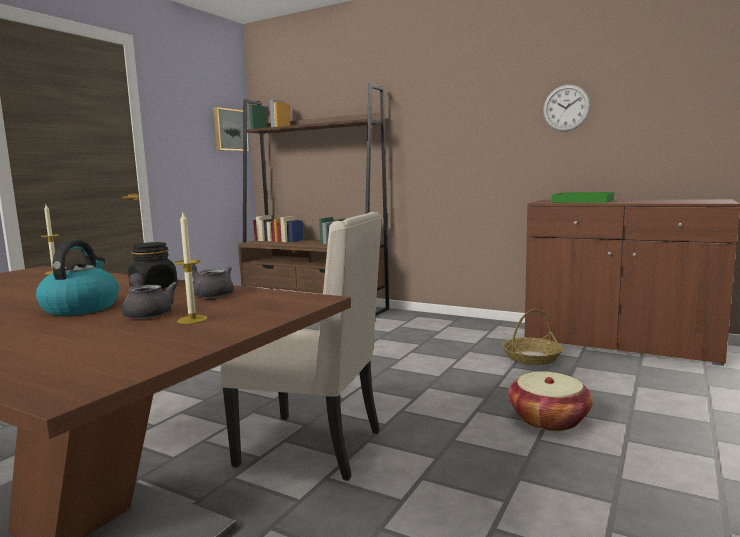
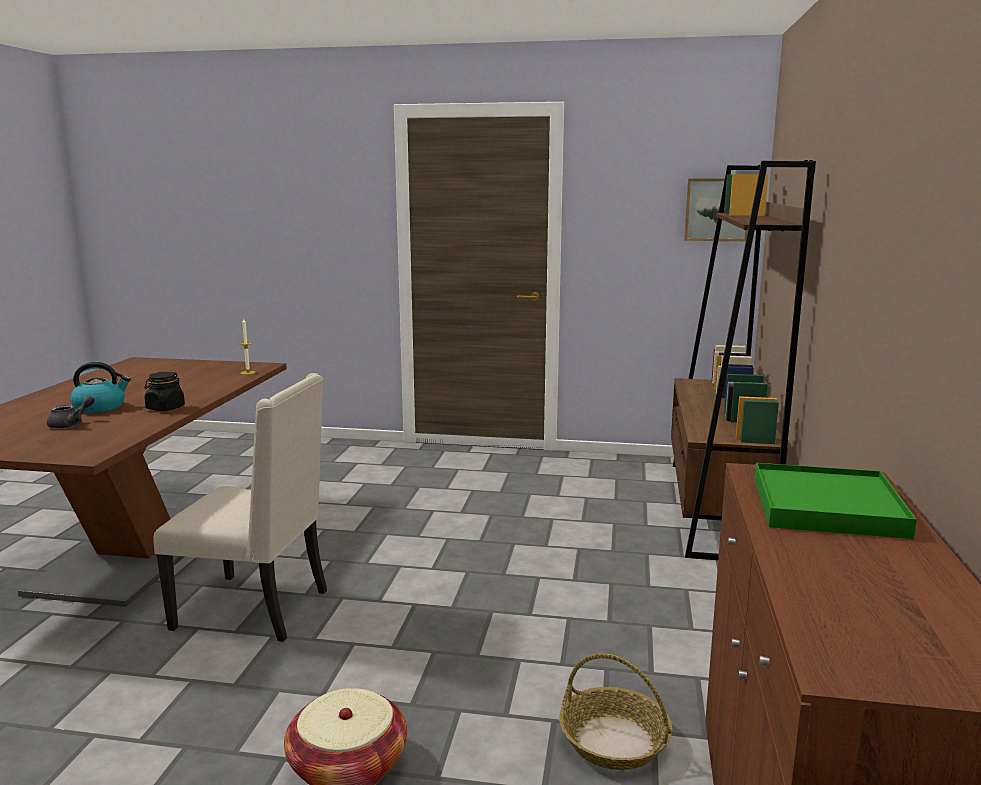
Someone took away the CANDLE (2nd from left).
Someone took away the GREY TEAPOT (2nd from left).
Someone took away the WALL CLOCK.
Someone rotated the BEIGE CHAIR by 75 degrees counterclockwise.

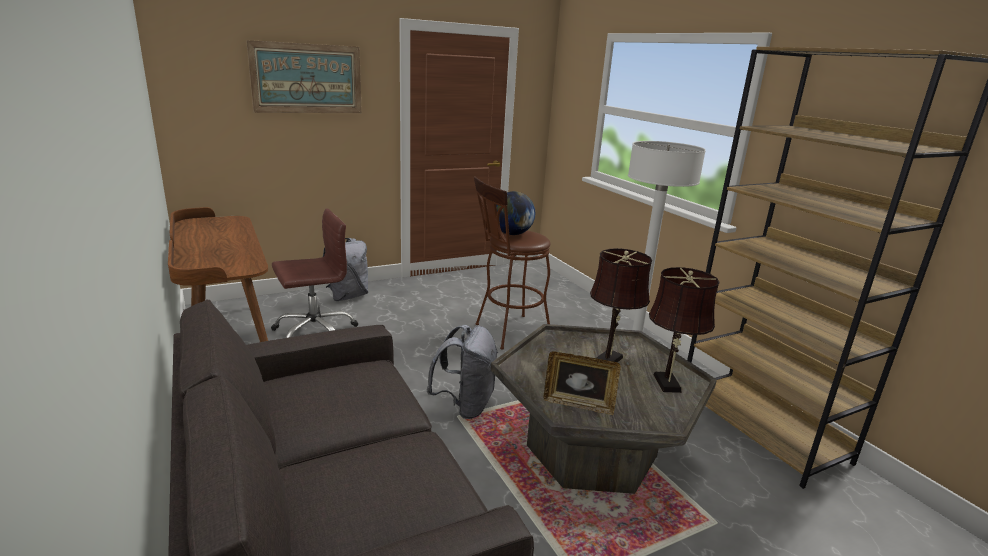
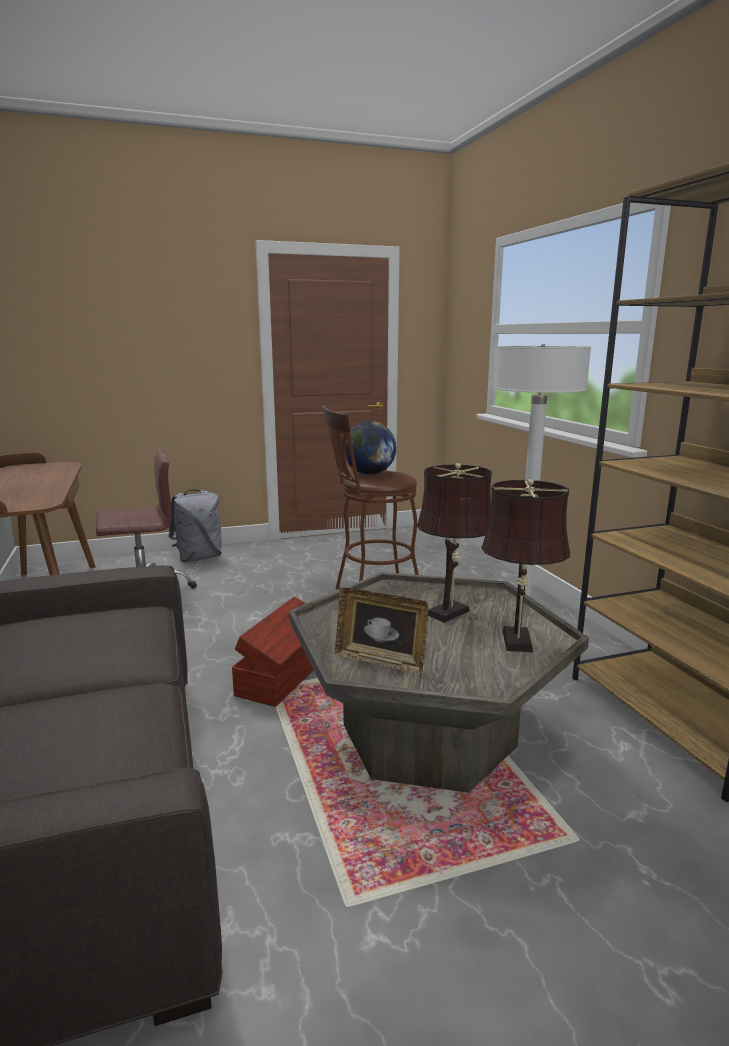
Someone took away the PICTURE.
Someone swapped the GREY BACKPACK (2nd from left) for the BROWN STORAGE BOX.

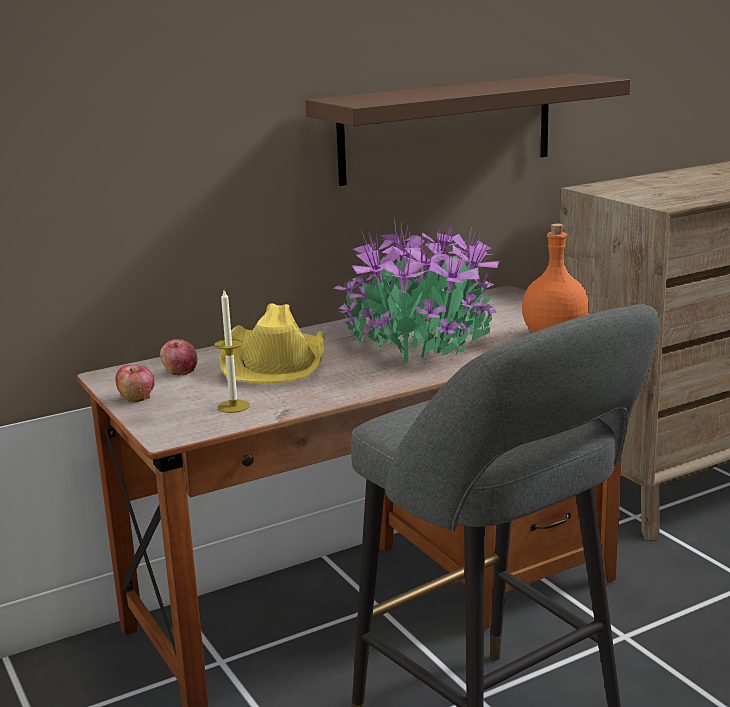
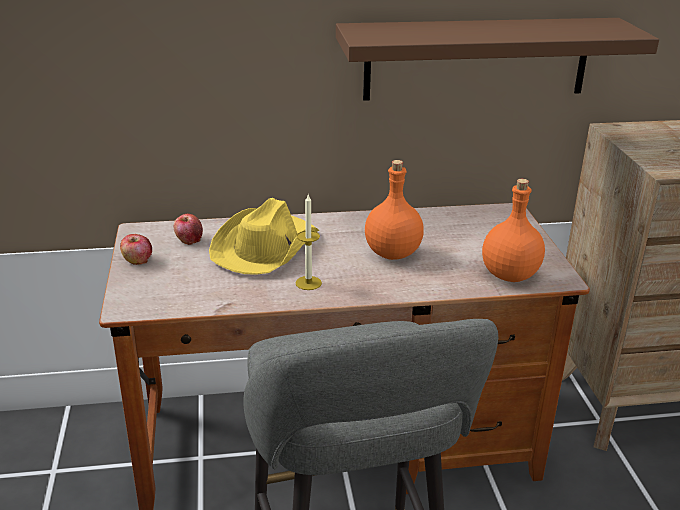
Someone carried the CANDLE.
Someone swapped the POTTED PLANT for the ORANGE BOTTLE (1st from left).

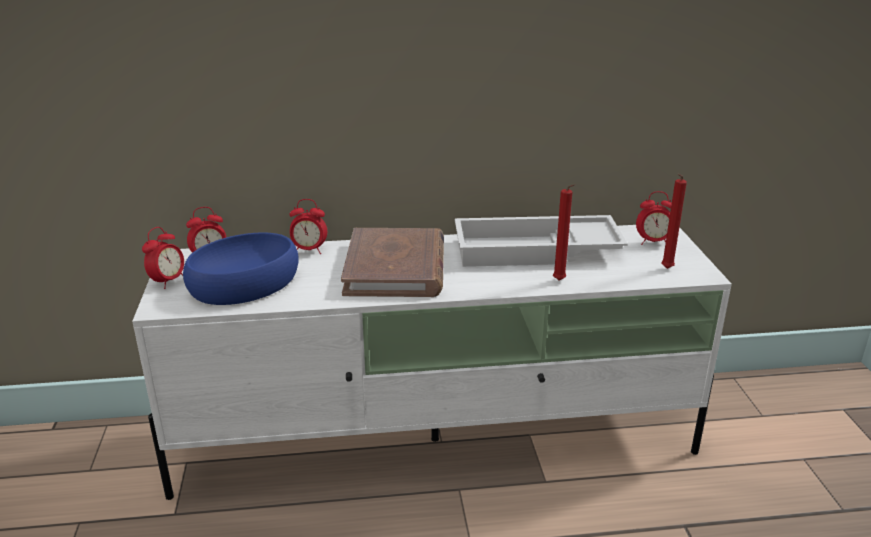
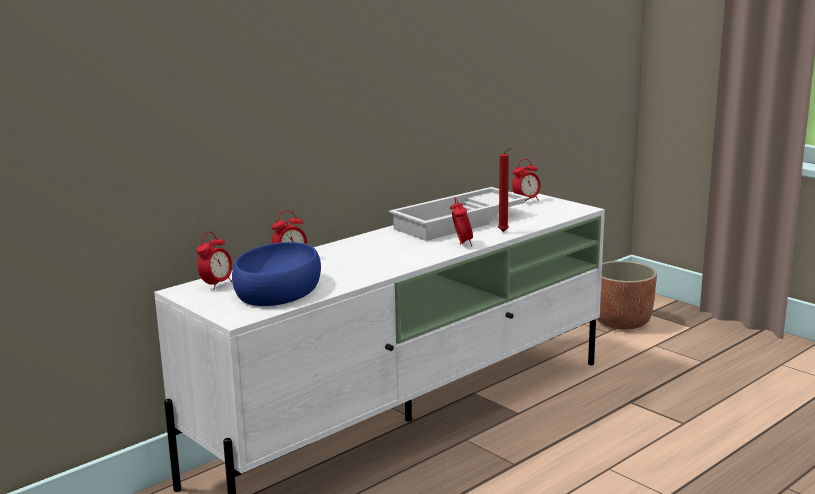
Someone took away the BROWN BOOK.
Someone took away the RED CANDLE (2nd from left).
Someone put down the PLANTER.
Someone carried the ALARM CLOCK (1st from left in the first image).

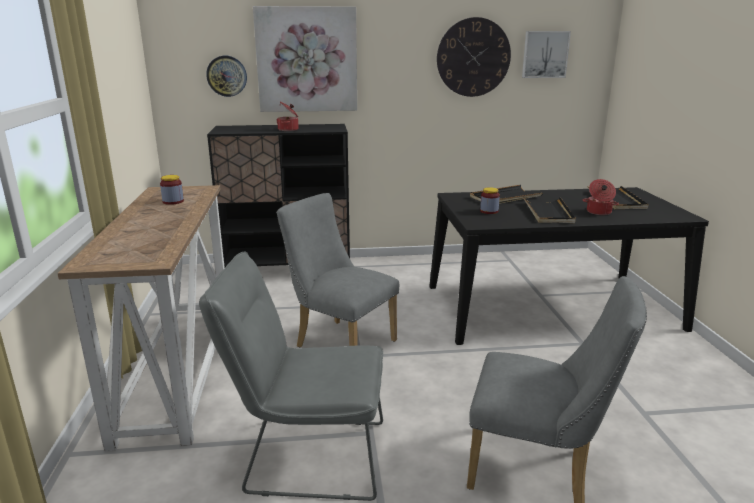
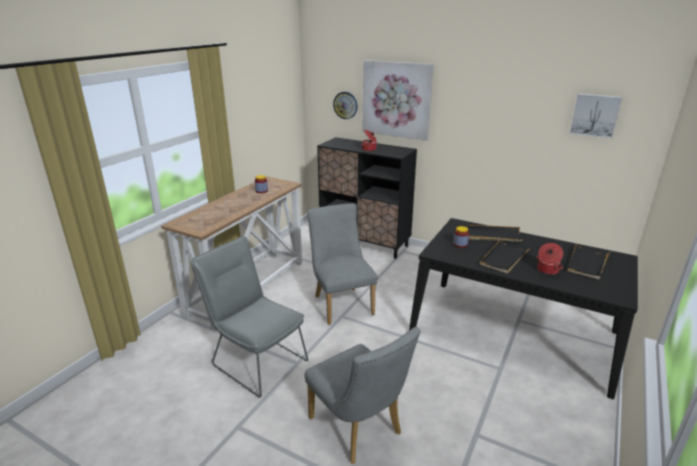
Someone took away the WALL CLOCK (2nd from left).

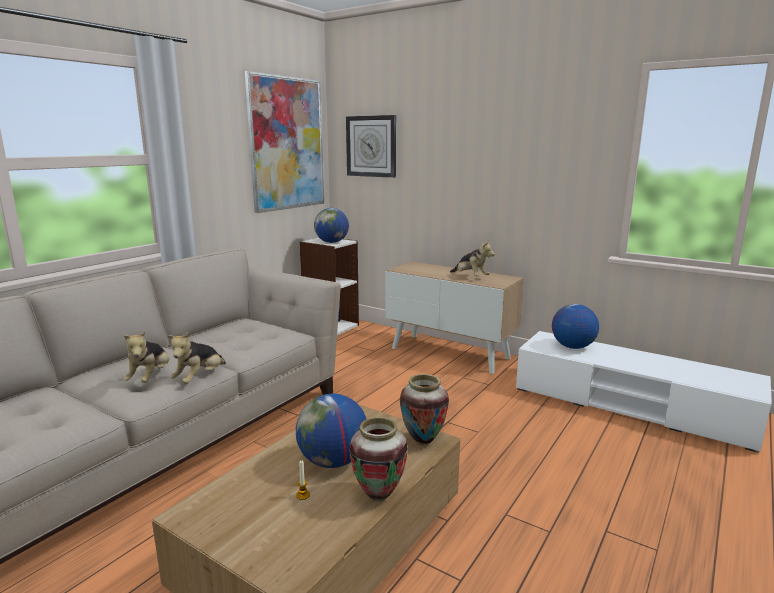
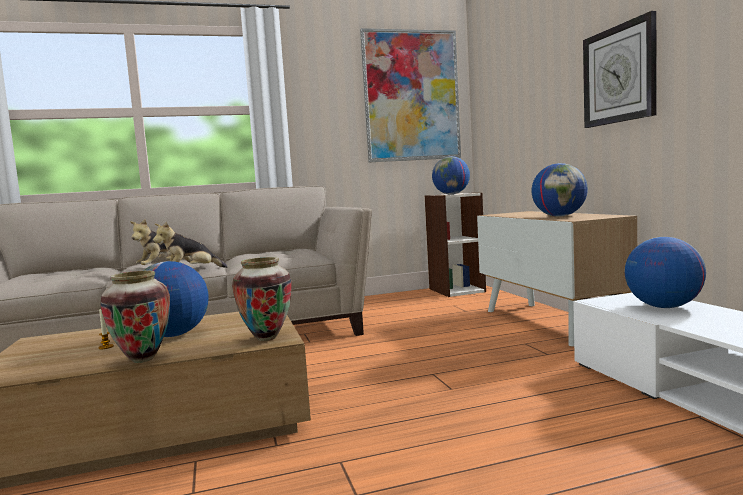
Someone carried the WALL CLOCK.
Someone swapped the PLUSH TOY (3rd from left) for the GLOBE (3rd from left).

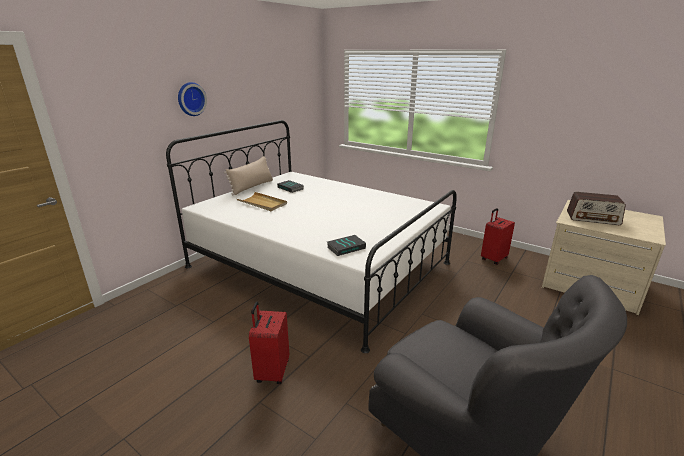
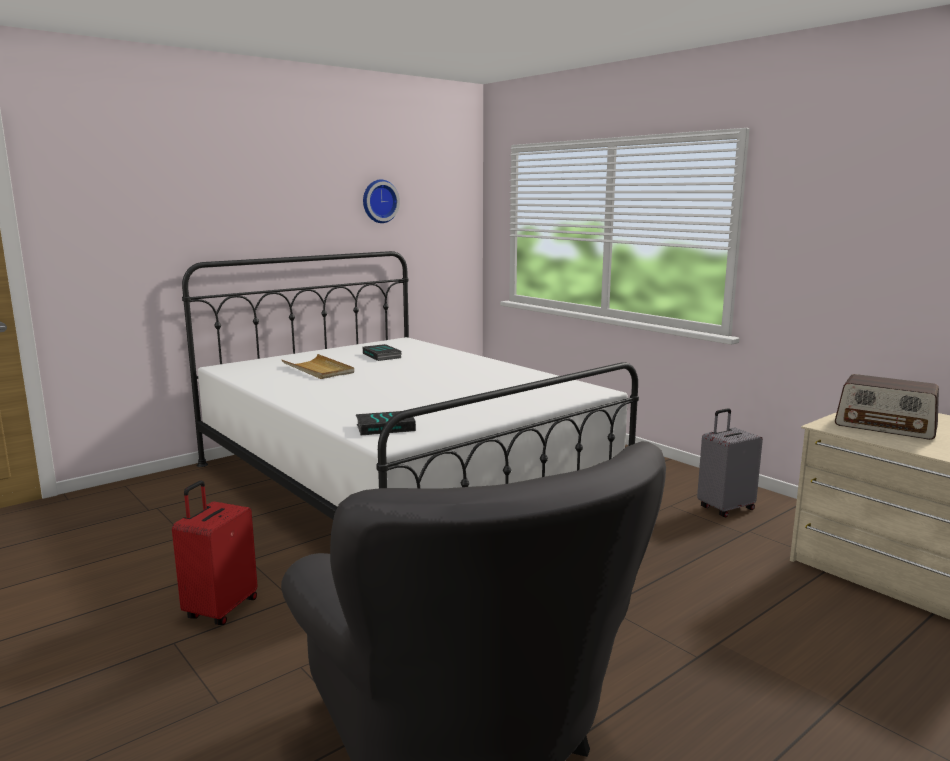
Someone took away the BEIGE PILLOW.
Someone carried the WALL CLOCK.
Someone repainted the RED SUITCASE (2nd from left), which became the GREY SUITCASE.

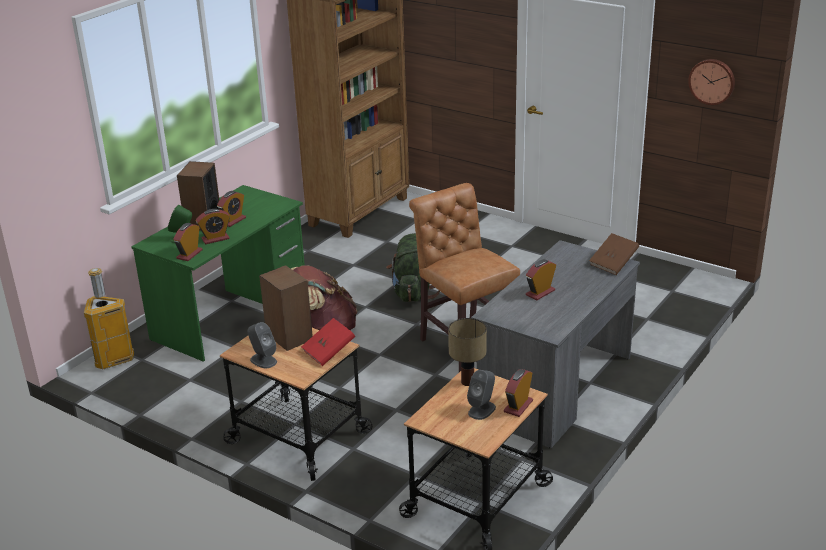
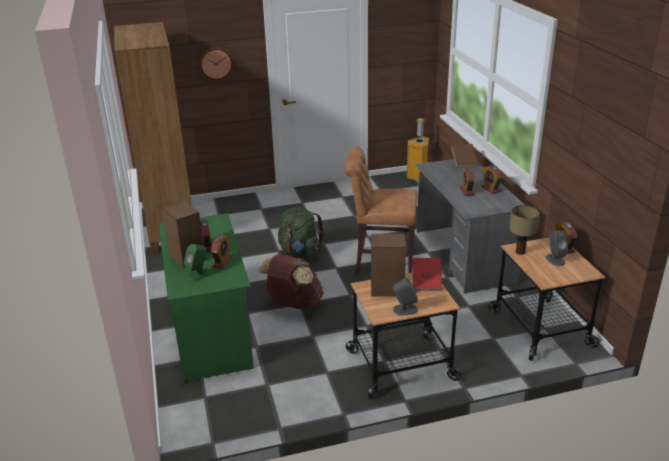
Someone carried the TRASH CAN.
Someone carried the ALARM CLOCK (1st from left in the first image).
Someone carried the WALL CLOCK.

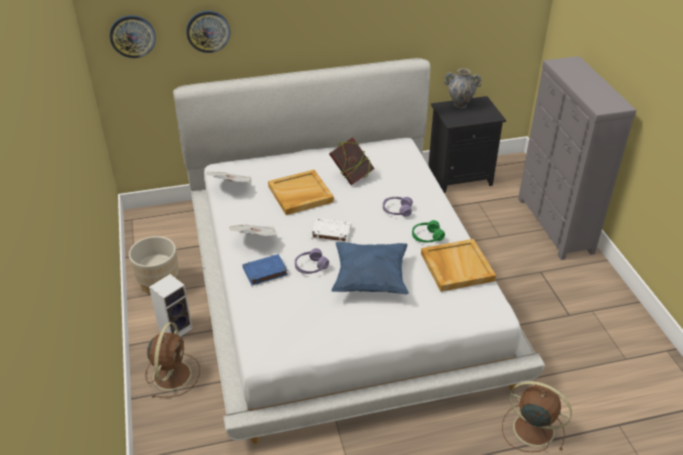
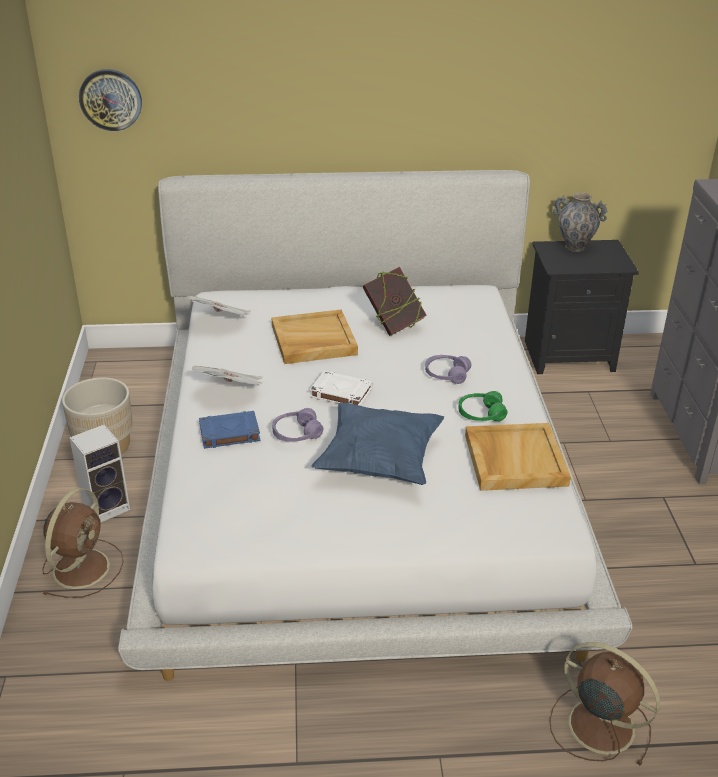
Someone took away the WALL CLOCK (2nd from left).

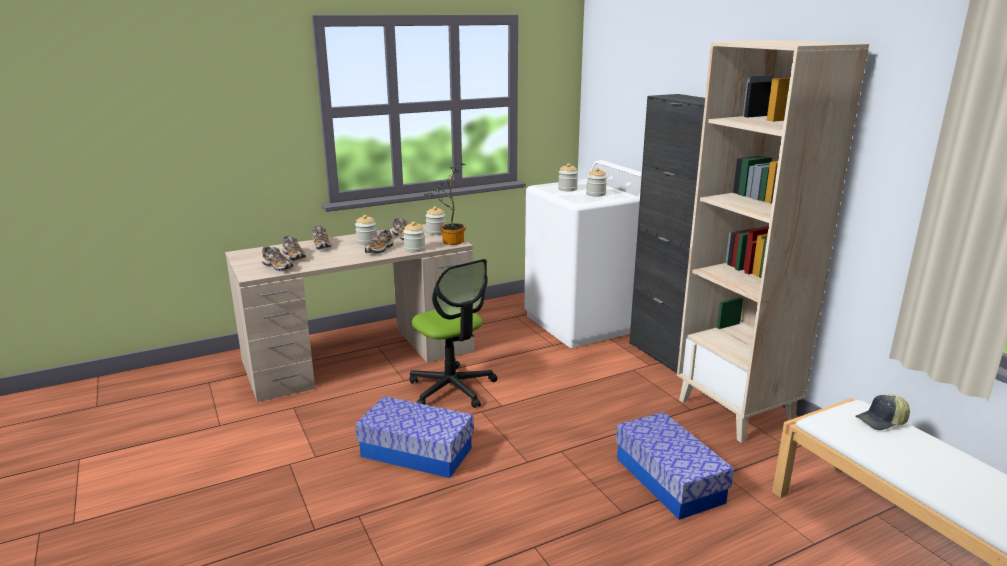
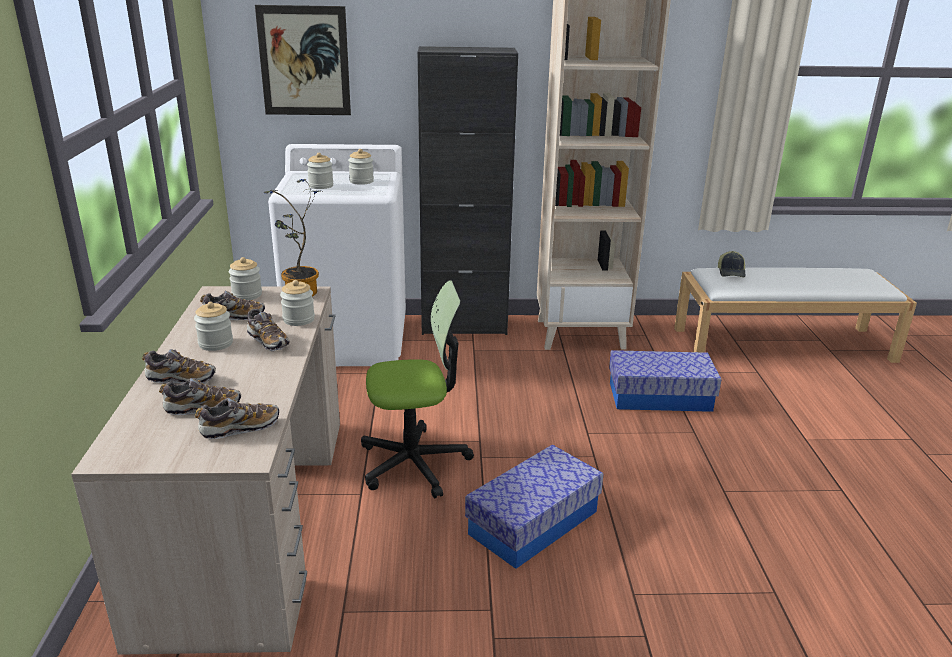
Someone put up the PICTURE.

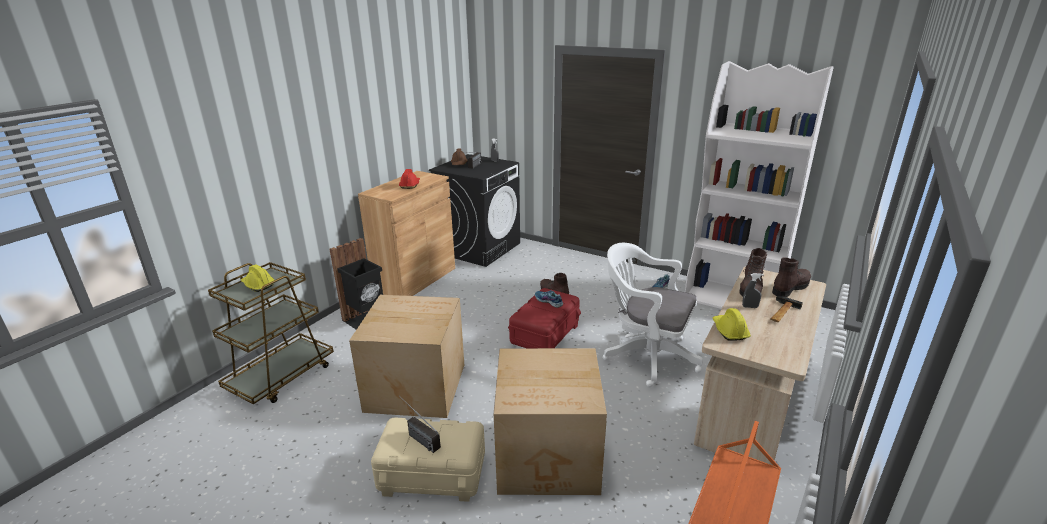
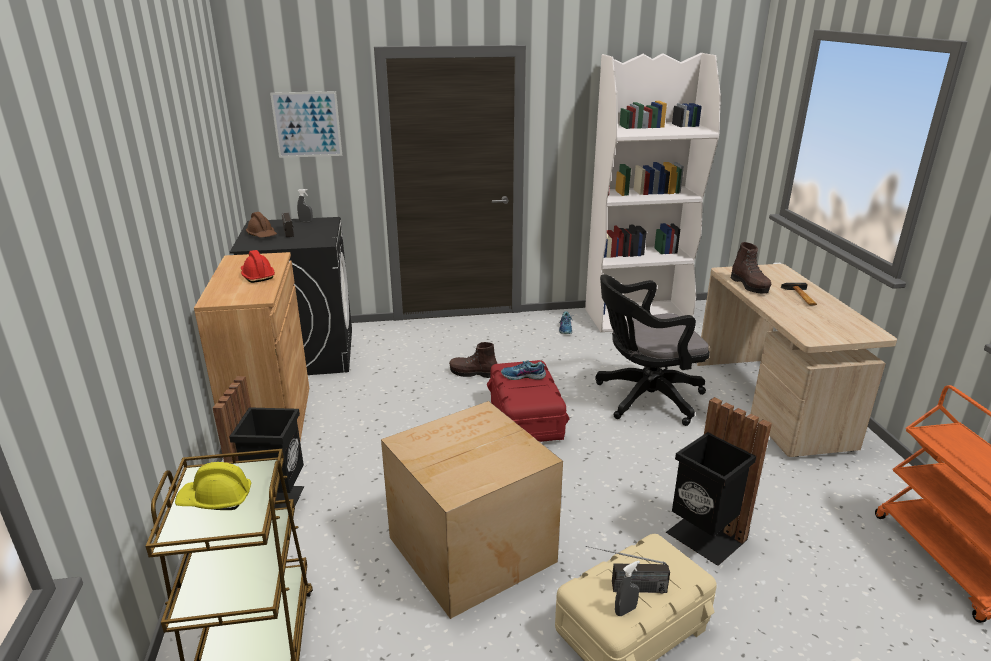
Someone took away the YELLOW HARD HAT (2nd from left).
Someone took away the BROWN BOOT (3rd from left).
Someone put up the PICTURE.
Someone carried the GREY SPRAY BOTTLE (2nd from left).
Someone swapped the CARDBOARD BOX (2nd from left) for the BLACK TRASH CAN (2nd from left).
Someone repainted the WHITE OFFICE CHAIR, which became the BLACK OFFICE CHAIR.

